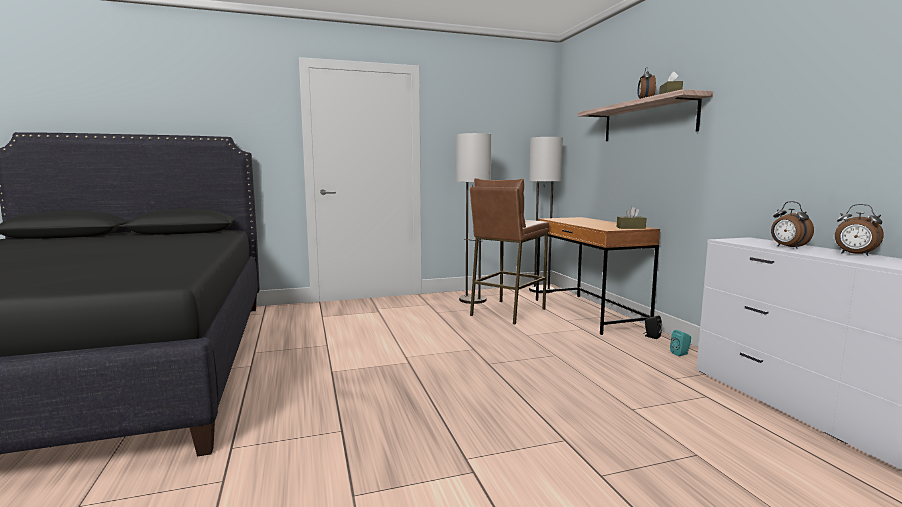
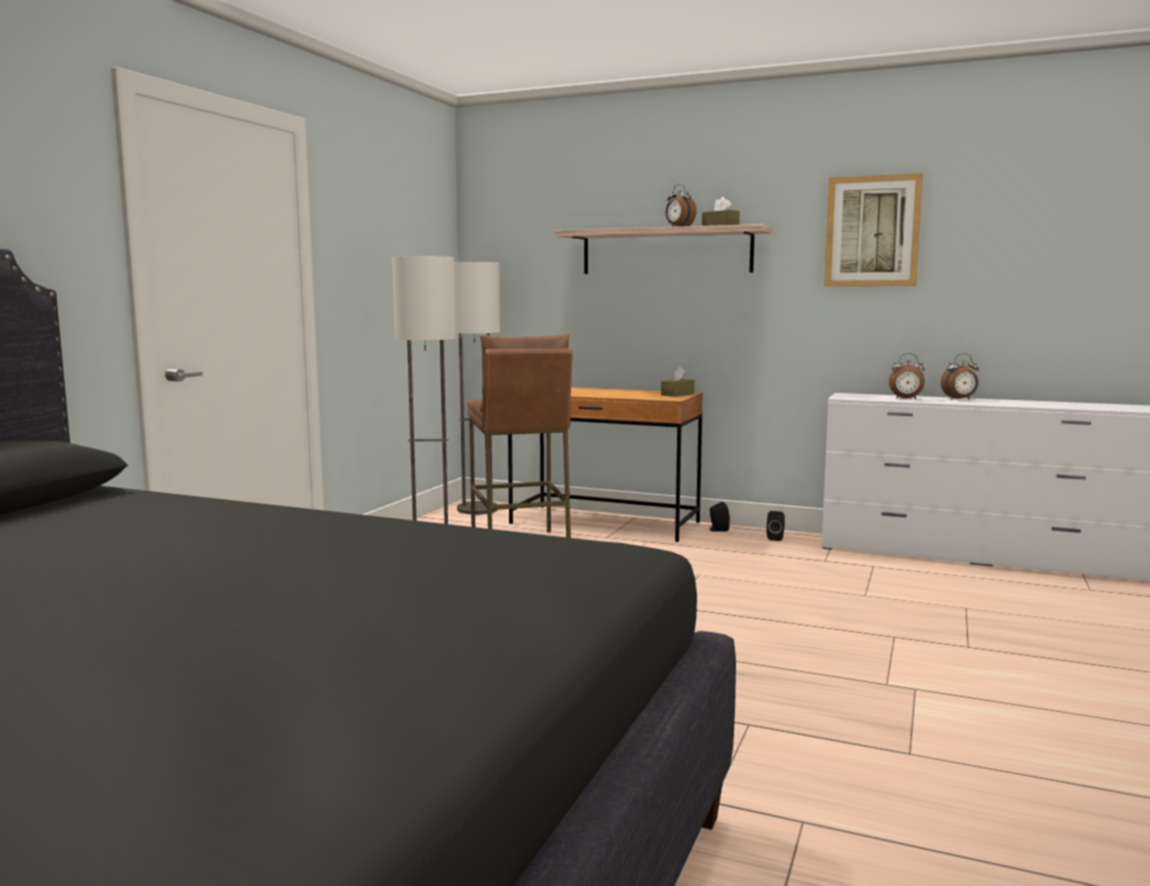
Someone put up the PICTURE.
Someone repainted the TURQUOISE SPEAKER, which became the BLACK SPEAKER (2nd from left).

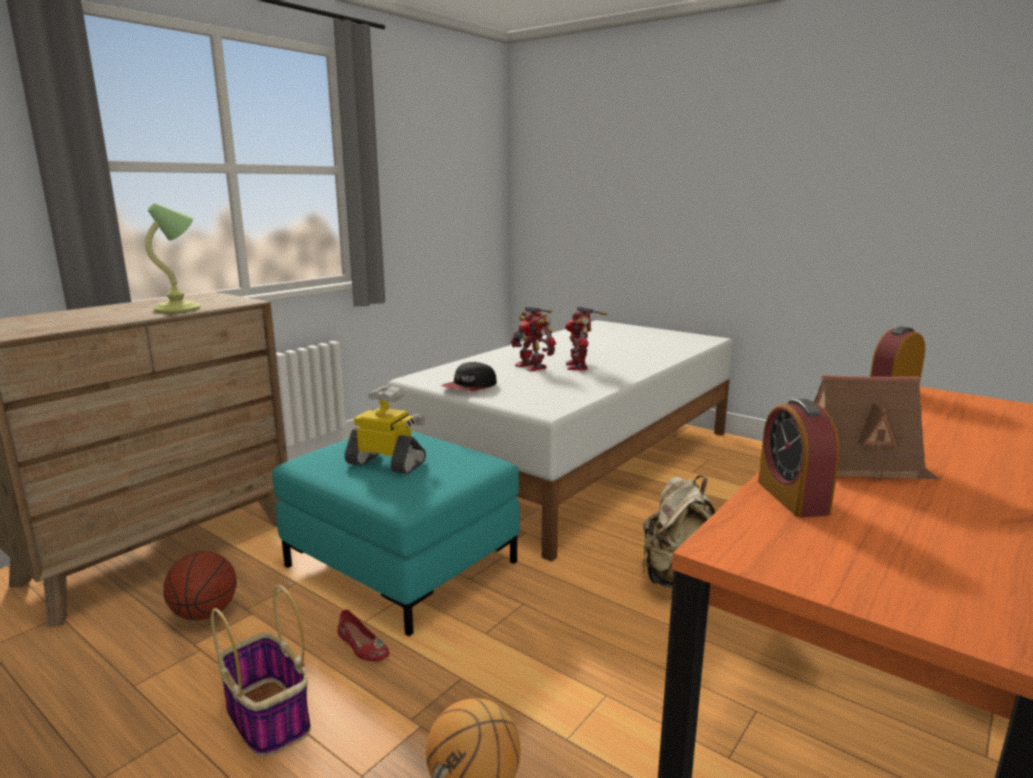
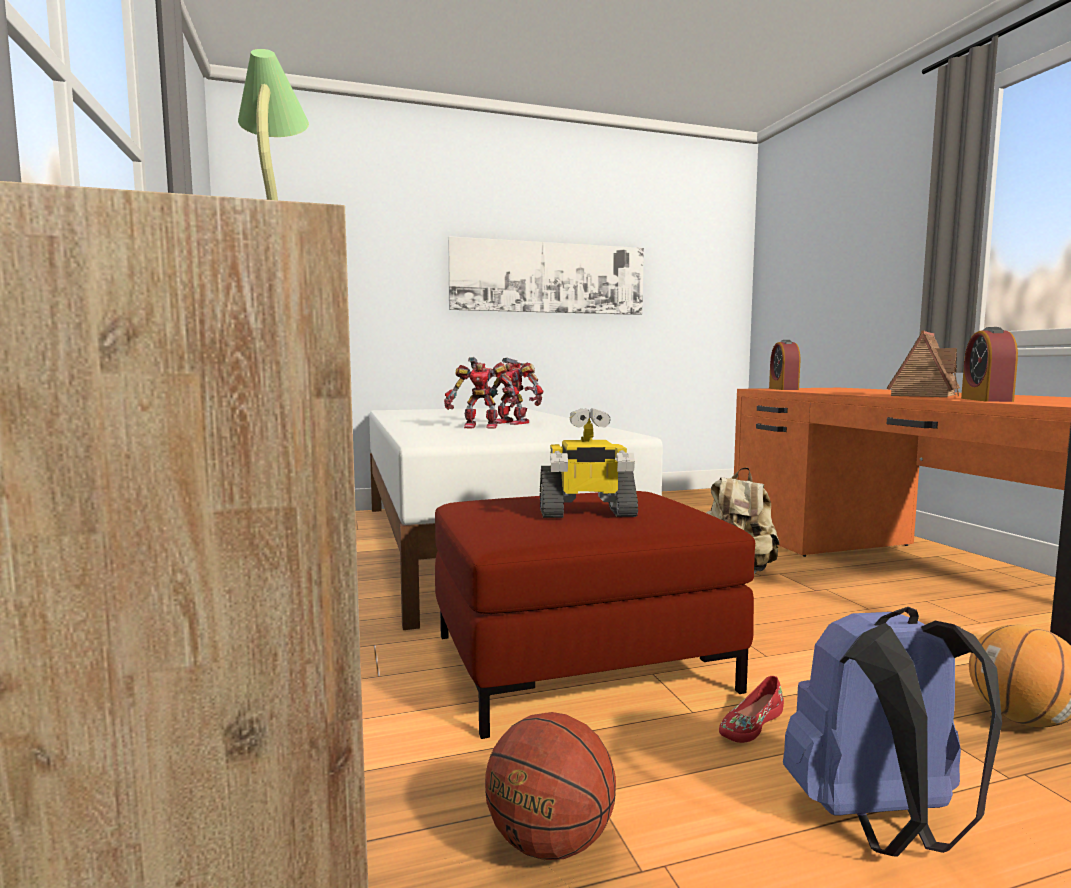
Someone took away the CAP.
Someone put up the PICTURE.
Someone swapped the BASKET for the BLUE BACKPACK.
Someone repainted the TURQUOISE OTTOMAN, which became the RED OTTOMAN.
Someone rotated the RED SHOE by 150 degrees clockwise.
Someone rotated the TOY ROBOT (1st from left in the first image) by 150 degrees counterclockwise.
Someone rotated the ALARM CLOCK (1st from left in the first image) by 75 degrees clockwise.

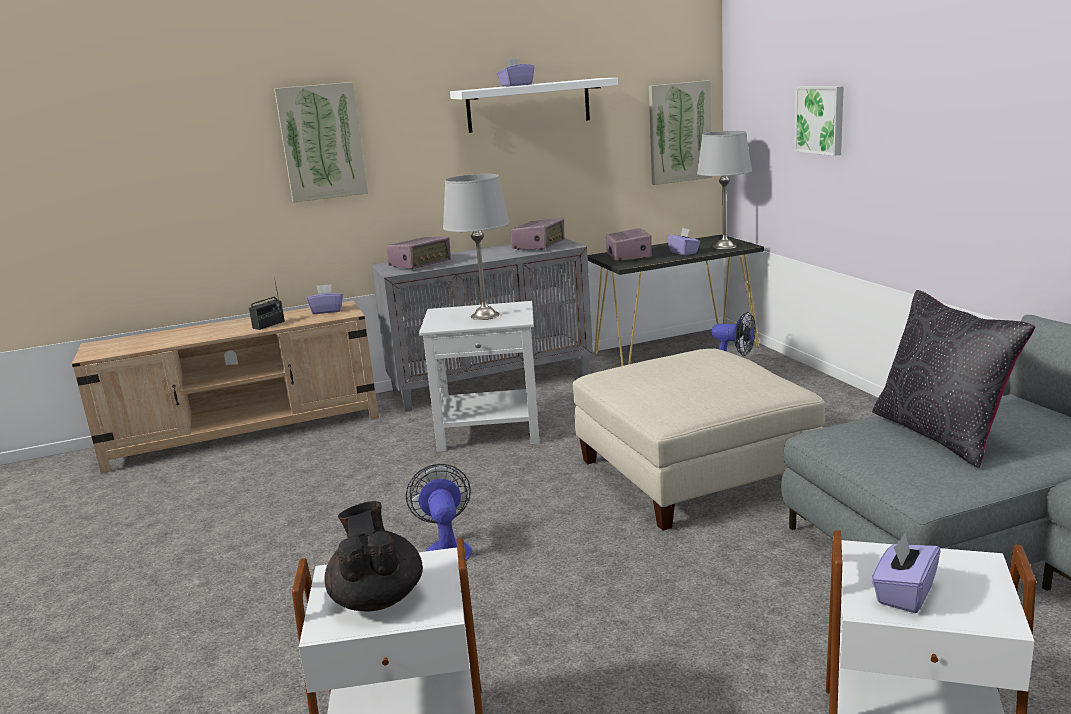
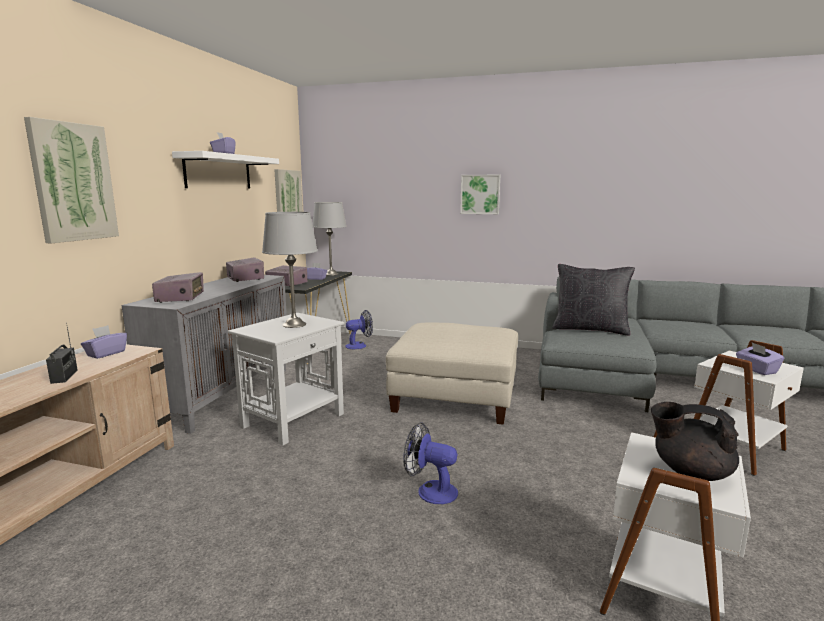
Someone carried the PICTURE (3rd from left).

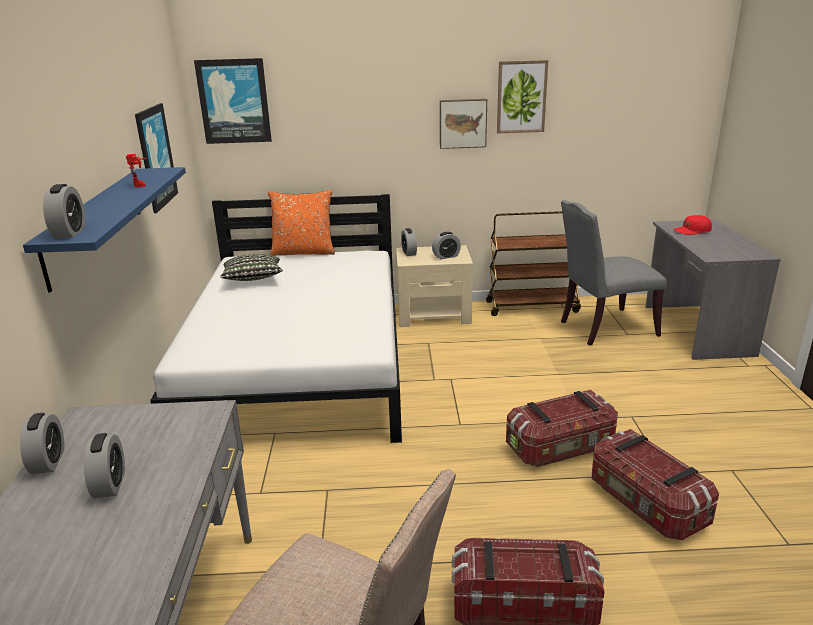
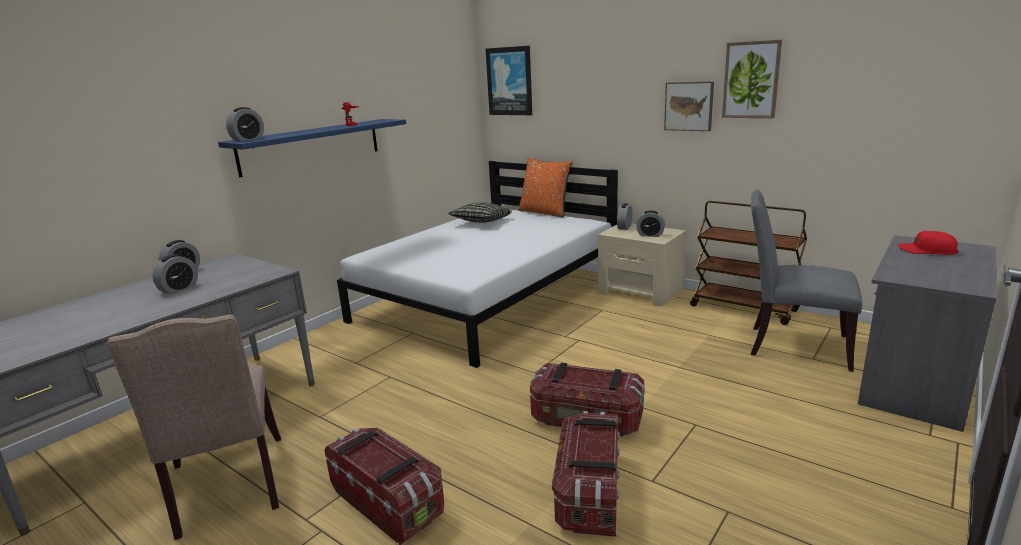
Someone took away the PICTURE (1st from left).

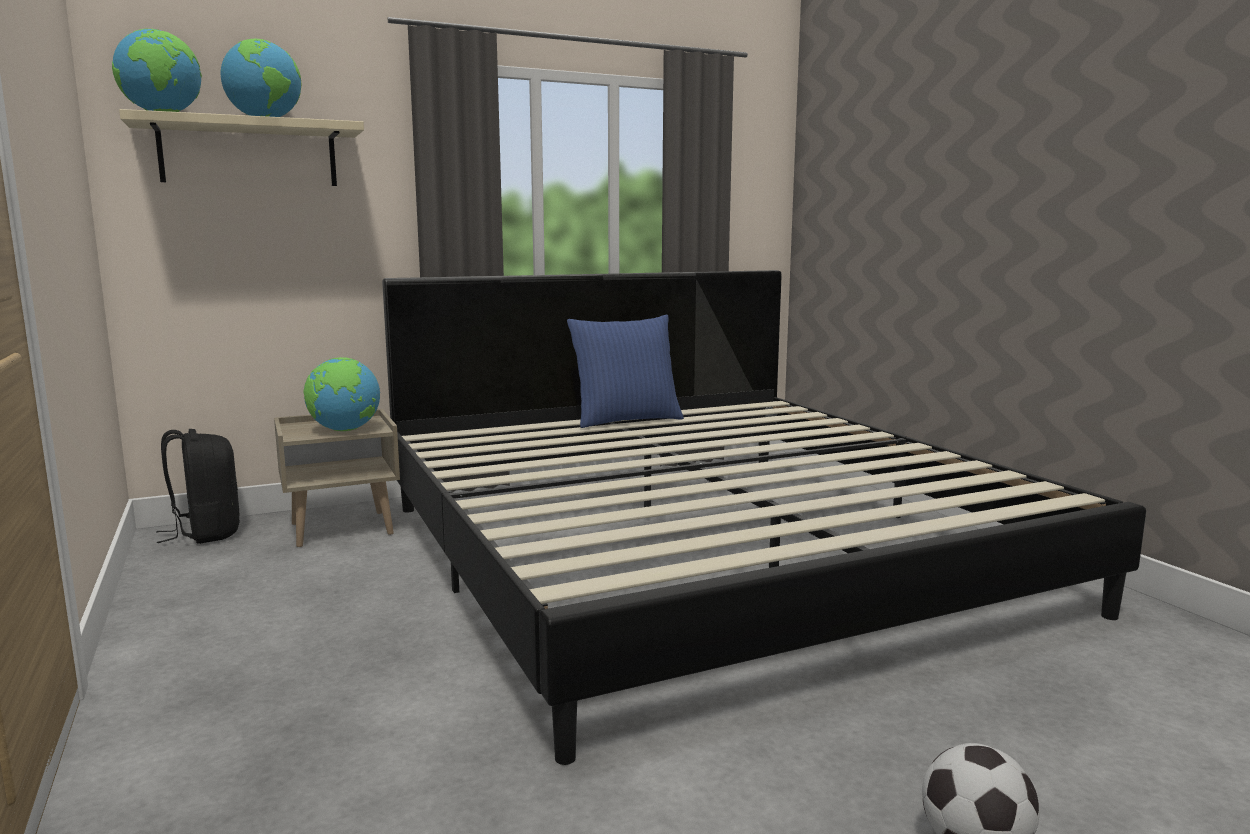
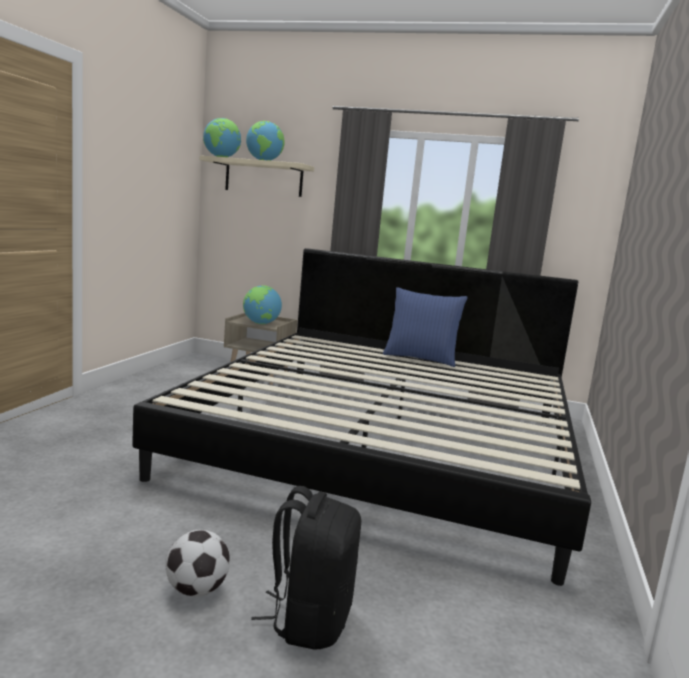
Someone carried the BLACK BACKPACK.

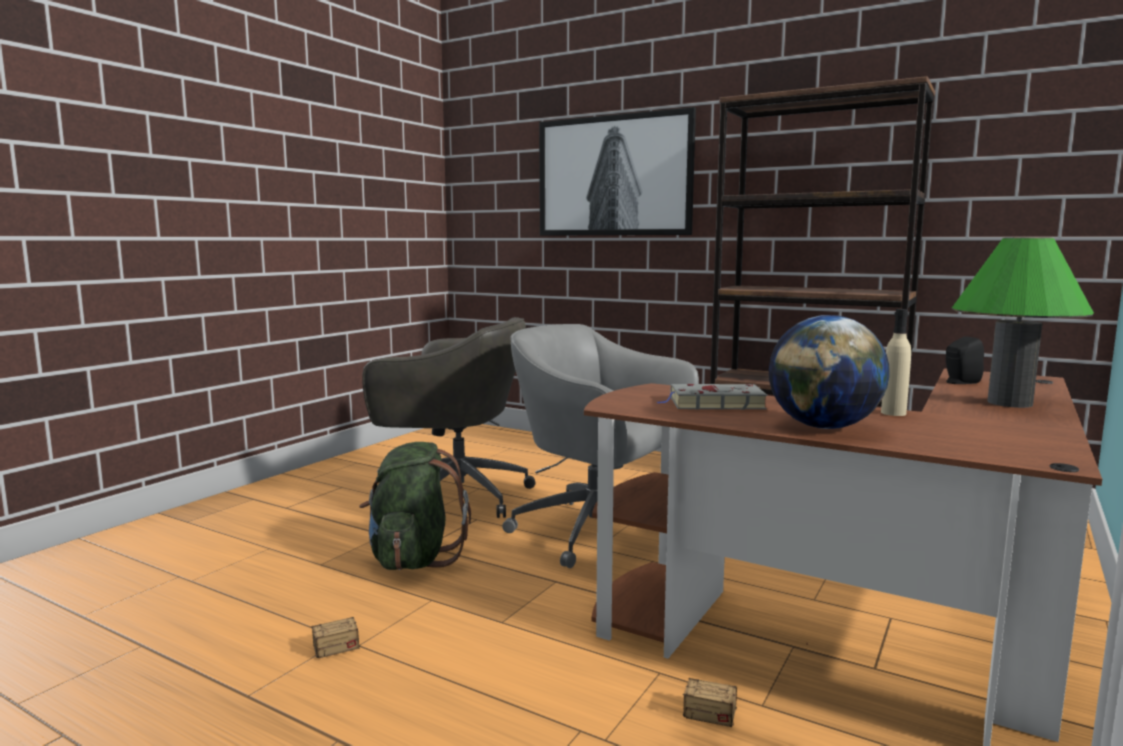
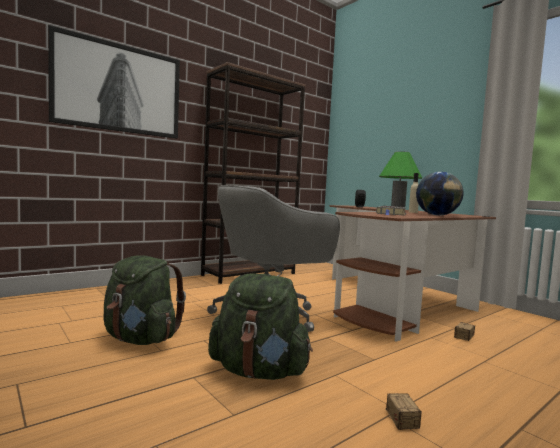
Someone swapped the GREY OFFICE CHAIR (1st from left) for the GREEN BACKPACK (1st from left).

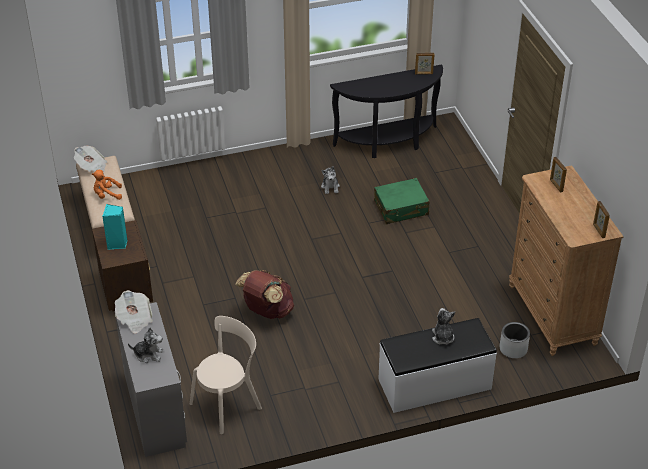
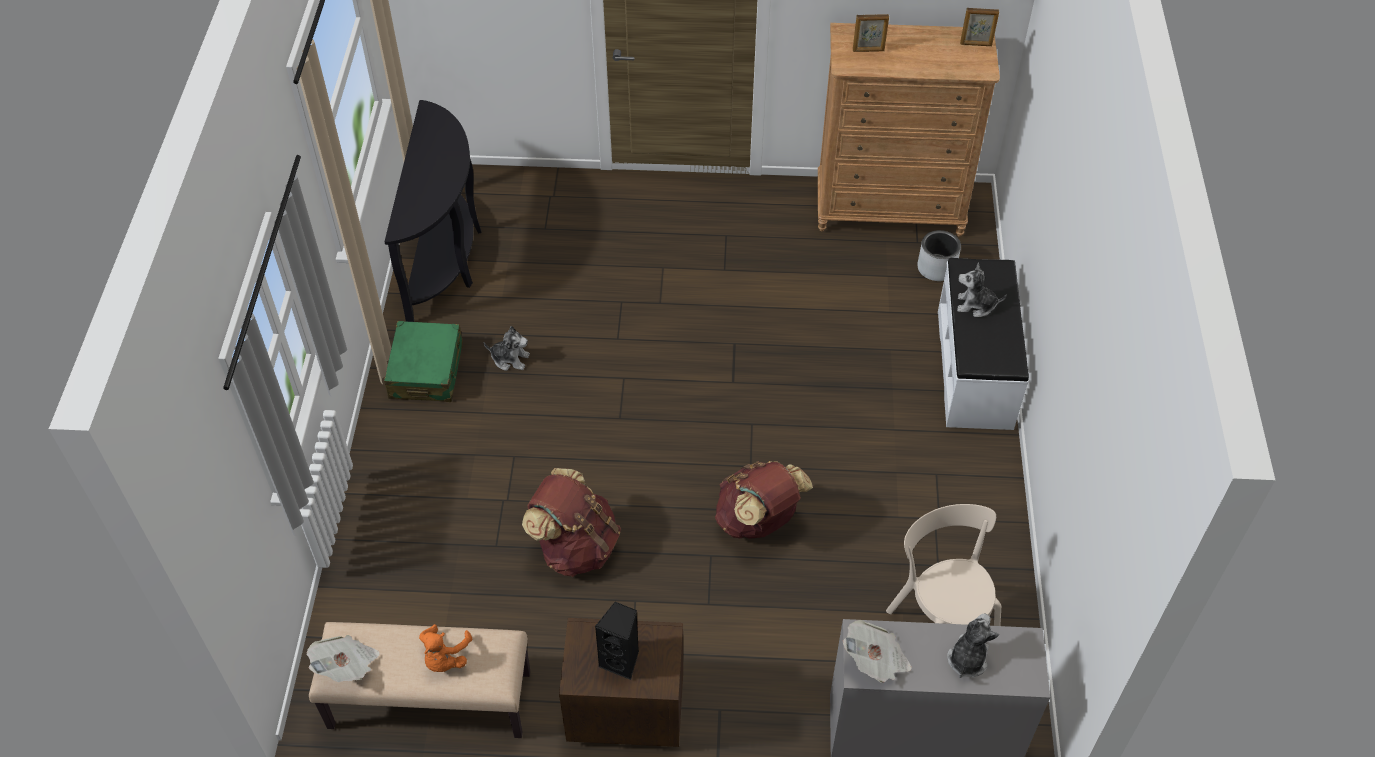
Someone took away the PICTURE FRAME (1st from left).
Someone put down the BROWN BACKPACK (1st from left).
Someone carried the GREEN SUITCASE.
Someone repainted the TURQUOISE SPEAKER, which became the BLACK SPEAKER.

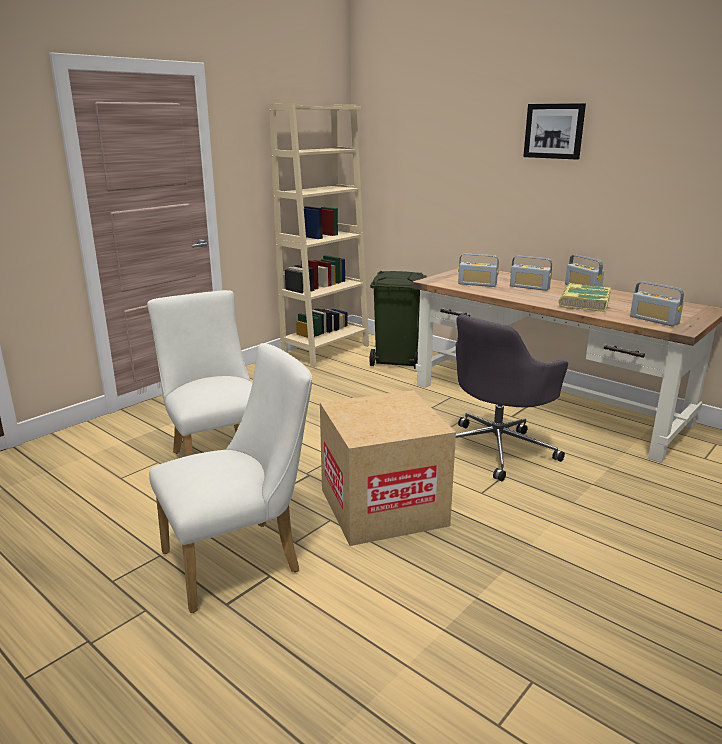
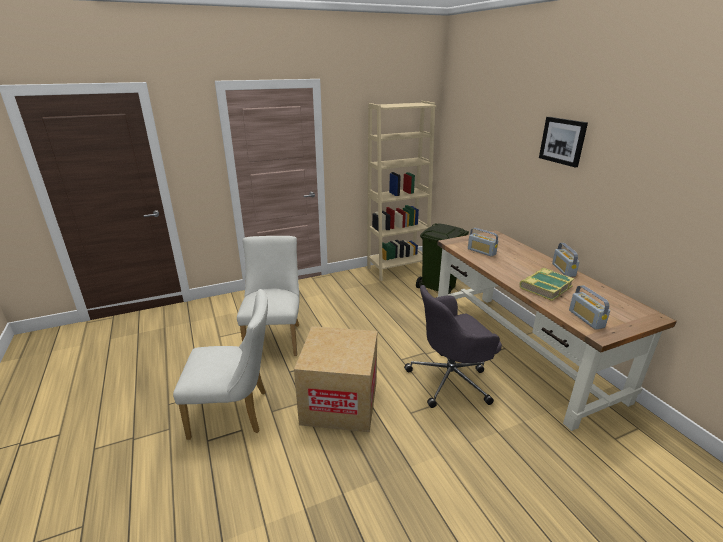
Someone took away the RADIO (2nd from left).

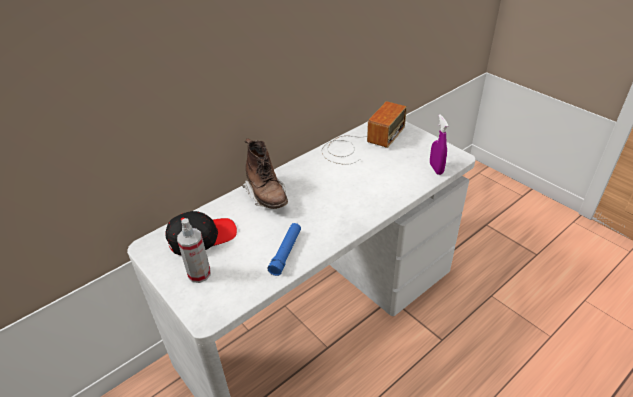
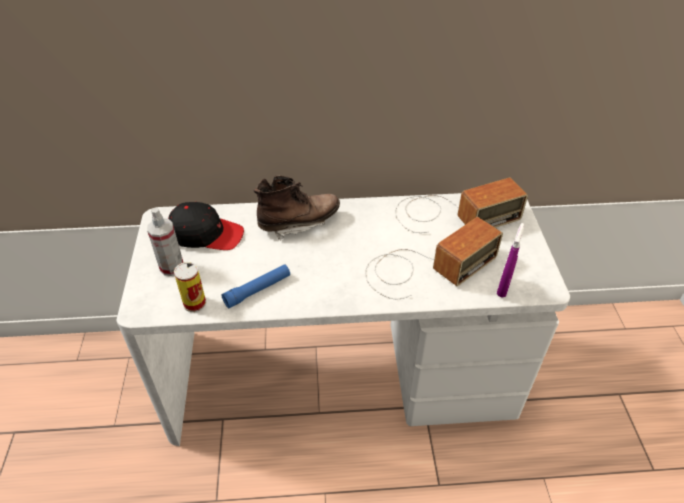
Someone put down the CAN.
Someone put down the RADIO (1st from left).
Someone rotated the BROWN BOOT by 120 degrees counterclockwise.

